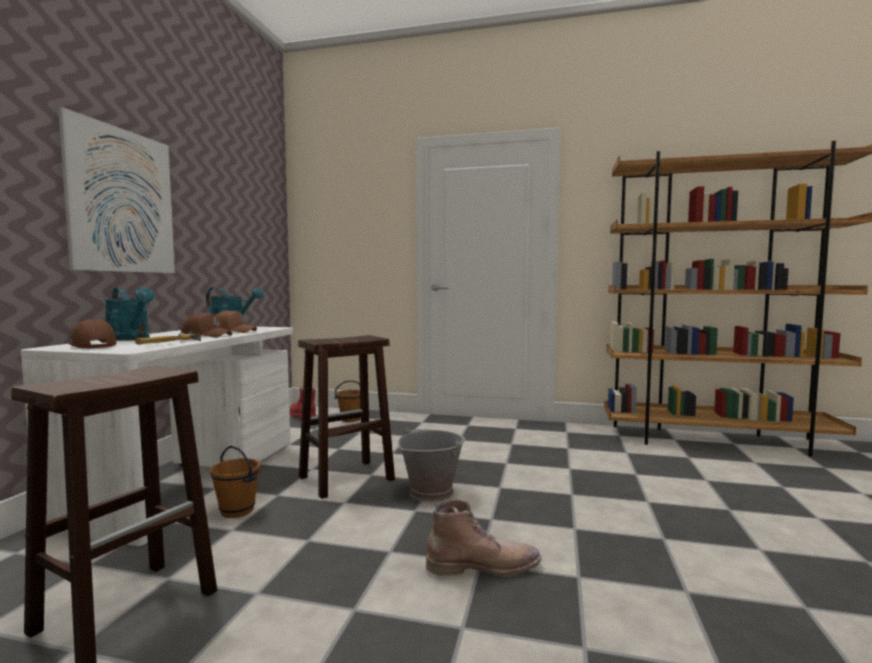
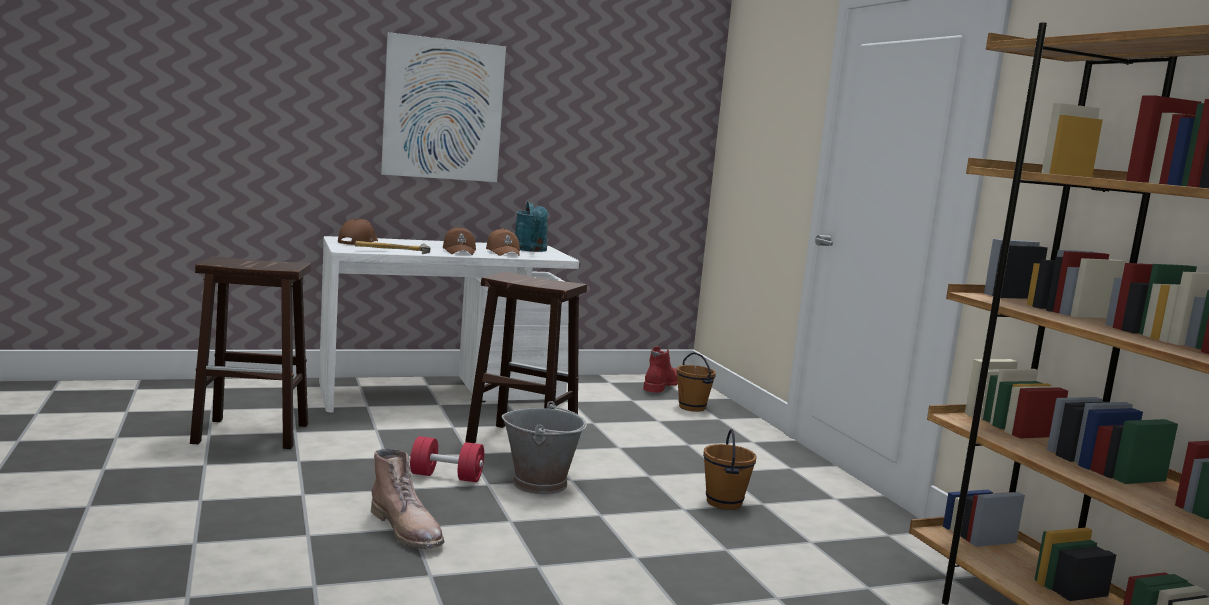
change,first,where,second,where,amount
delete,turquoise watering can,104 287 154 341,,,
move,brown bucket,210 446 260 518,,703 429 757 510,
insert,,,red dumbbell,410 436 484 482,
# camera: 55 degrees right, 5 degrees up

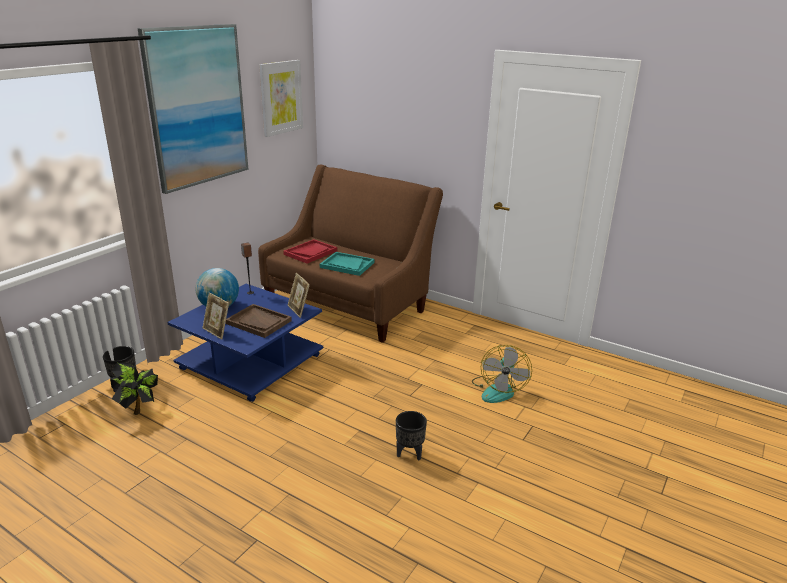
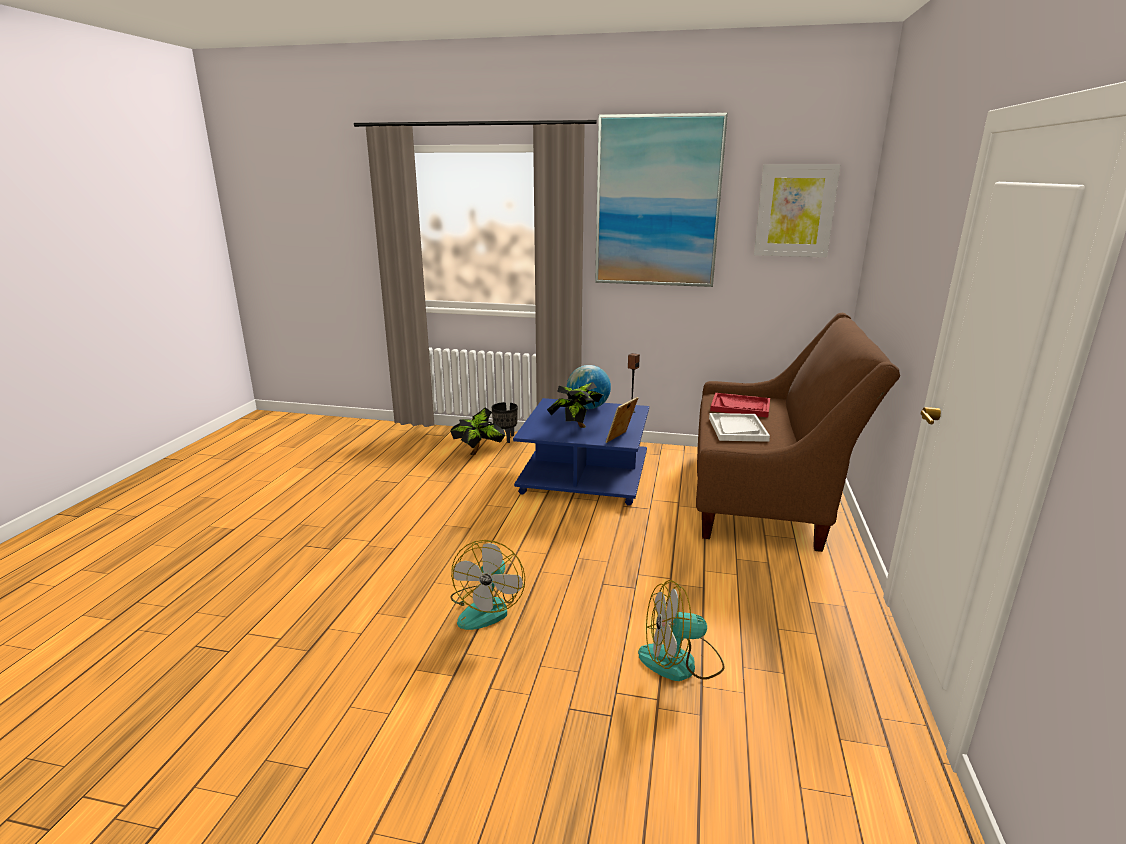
change,first,where,second,where,amount
recolor,turquoise tray,320 252 375 276,white tray,709 413 770 442,
delete,picture frame,203 292 229 340,,,
replace,brown tray,226 304 292 338,potted plant,547 382 605 428,
replace,black planter,396 411 427 460,fan,450 540 525 630,
# camera: 70 degrees right, 5 degrees down

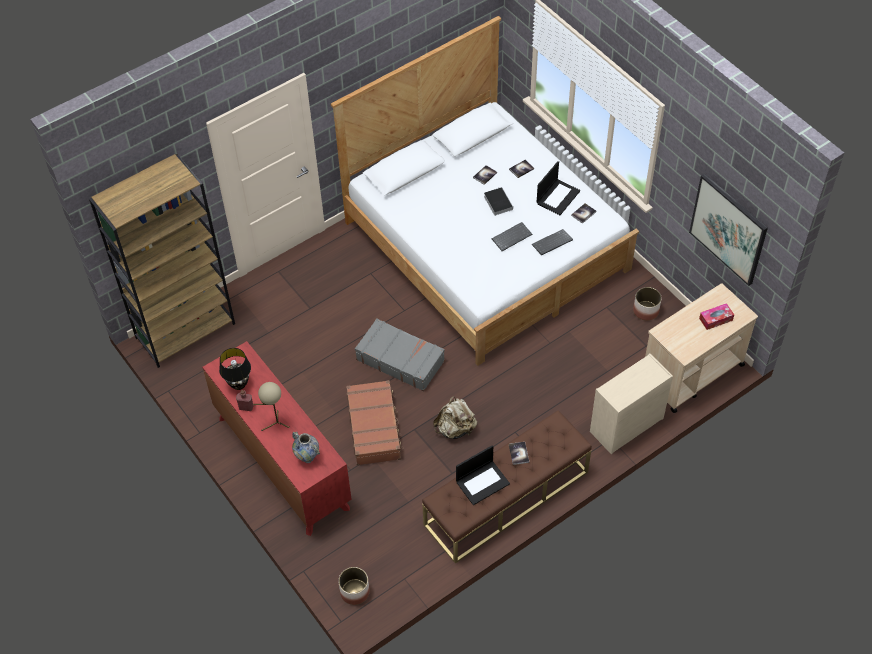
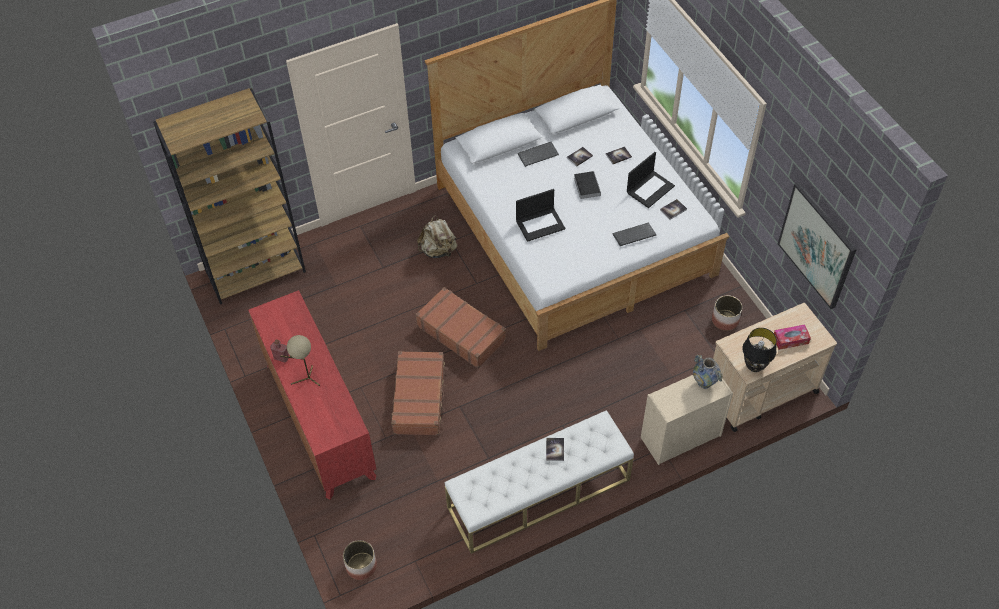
change,first,where,second,where,amount
move,keyboard,492 222 532 251,,518 142 559 167,
recolor,grey suitcase,355 318 445 391,brown suitcase,415 287 506 369,
move,black table lamp,219 348 251 390,,742 328 777 372,
move,beige backpack,433 396 477 439,,417 215 457 258,
recolor,brown bench,422 410 592 563,white bench,444 410 634 554,
move,vase,292 432 320 463,,693 354 723 389,
move,laptop,456 445 510 505,,516 189 565 242,
# camera: 10 degrees right, 0 degrees up

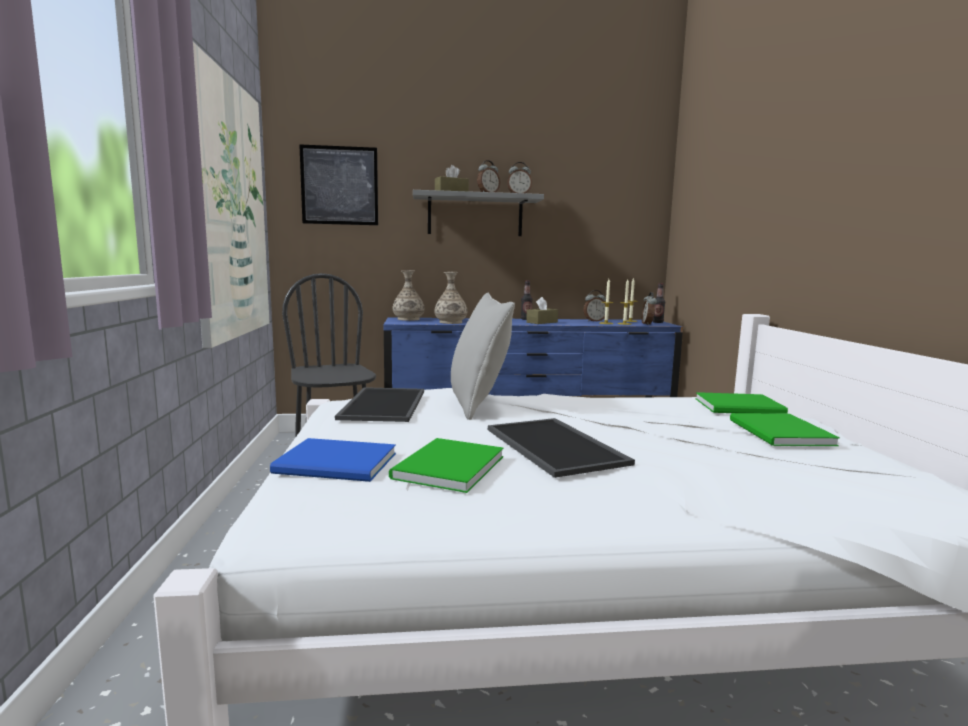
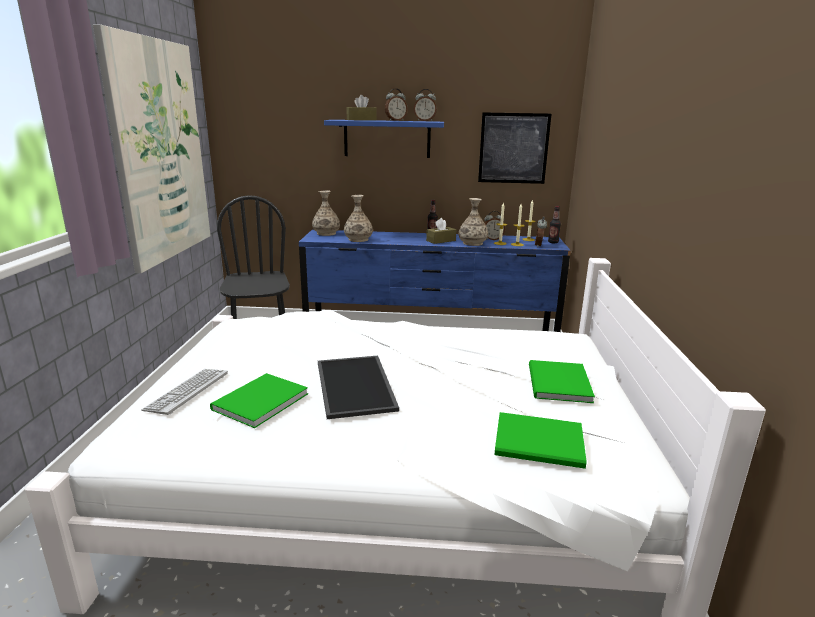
change,first,where,second,where,amount
move,picture,299 144 378 225,,478 112 551 184,
recolor,grey shelf,413 190 544 236,blue shelf,324 120 444 158,
delete,grey pillow,451 292 515 420,,,
delete,tray,335 387 424 422,,,
move,green book,696 392 788 414,,494 412 587 469,
replace,blue book,270 438 396 482,keyboard,141 369 228 415,
insert,,,vase,459 198 488 246,
# camera: 10 degrees right, 10 degrees up

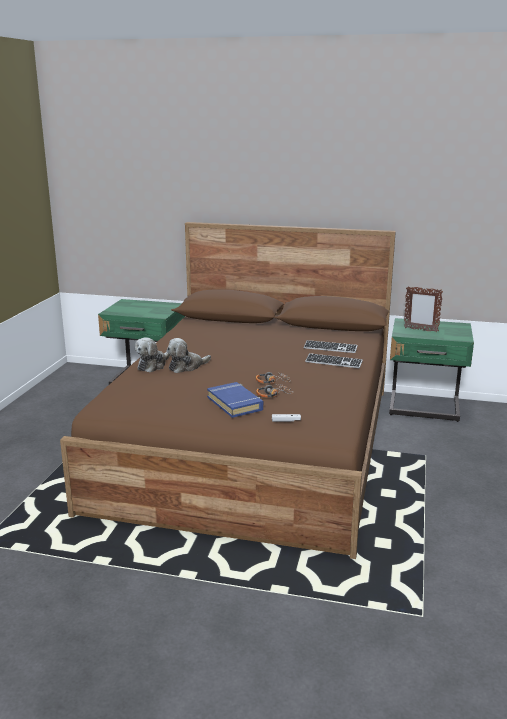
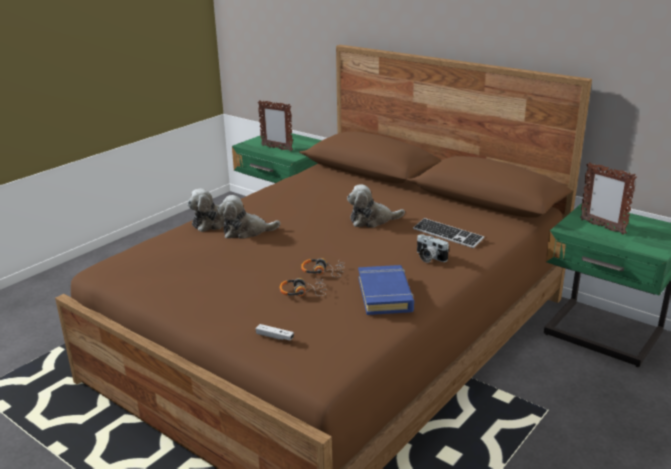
change,first,where,second,where,amount
replace,keyboard,305 353 363 368,photo camera,417 234 449 263,
move,blue book,207 382 263 418,,358 265 414 315,
insert,,,picture frame,258 100 293 151,
insert,,,plush toy,347 184 405 228,
# camera: 25 degrees right, 5 degrees up

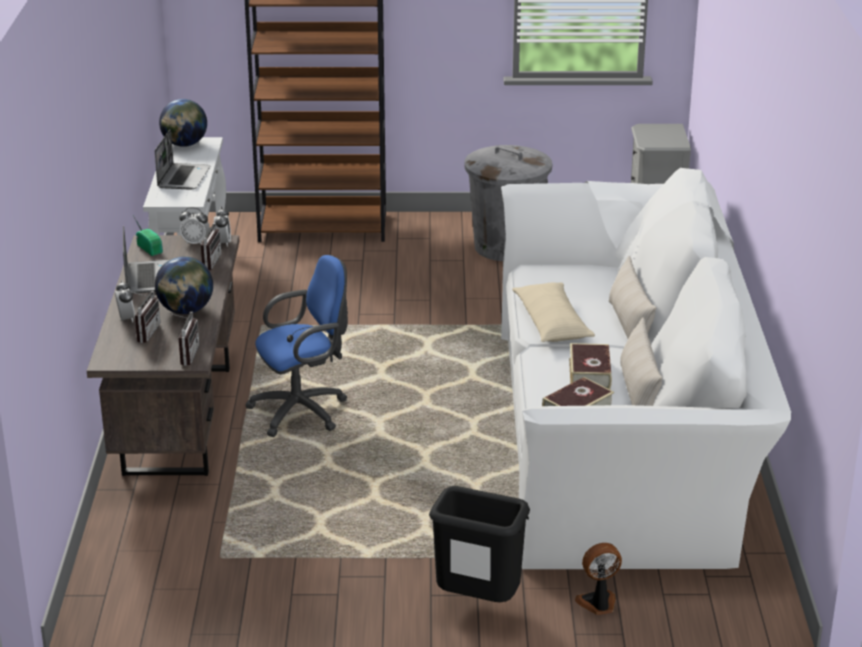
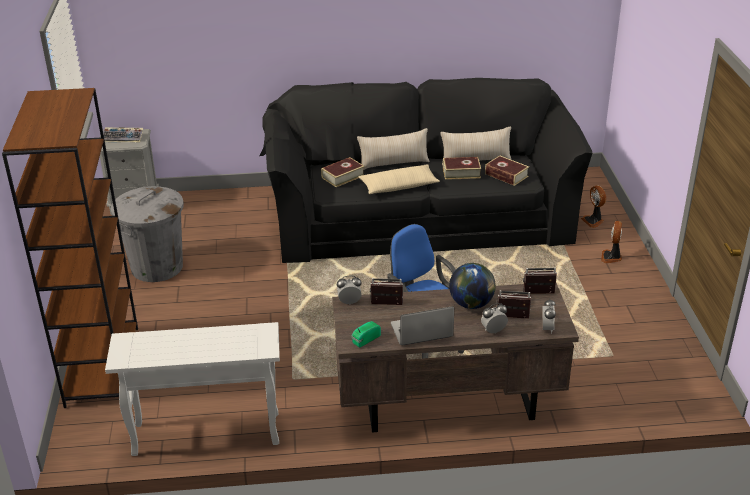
change,first,where,second,where,amount
delete,globe,159 99 207 147,,,
delete,laptop,155 129 210 190,,,
recolor,white sofa,501 168 791 569,black sofa,260 78 592 263,
move,alarm clock,179 207 210 244,,543 299 556 333,
replace,black trash can,429 486 530 602,fan,601 221 622 263,
insert,,,keyboard,103 127 143 142,
insert,,,book,321 157 365 187,
# camera: 95 degrees left, 5 degrees up

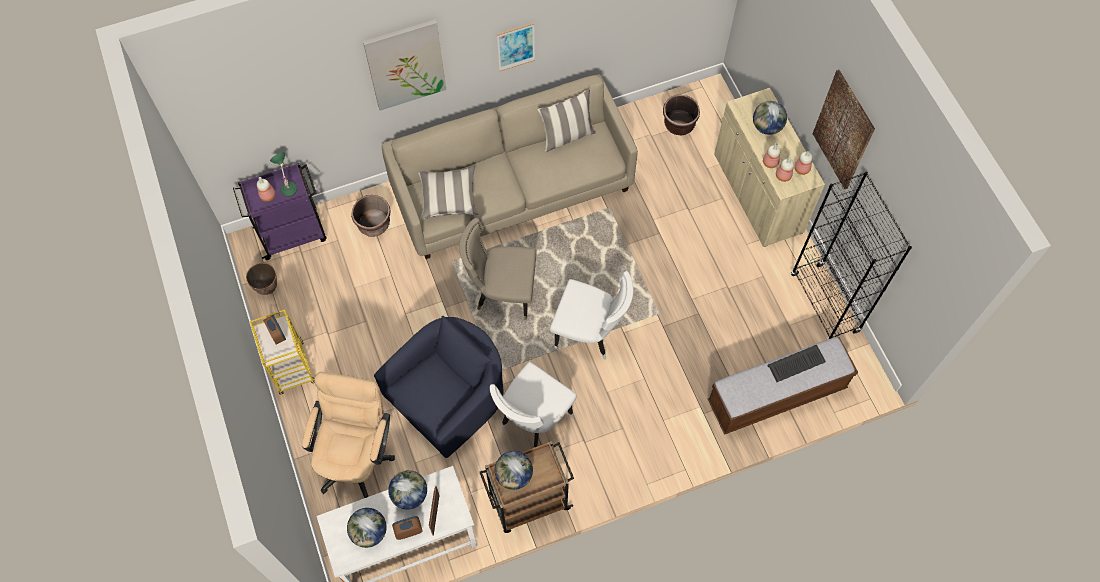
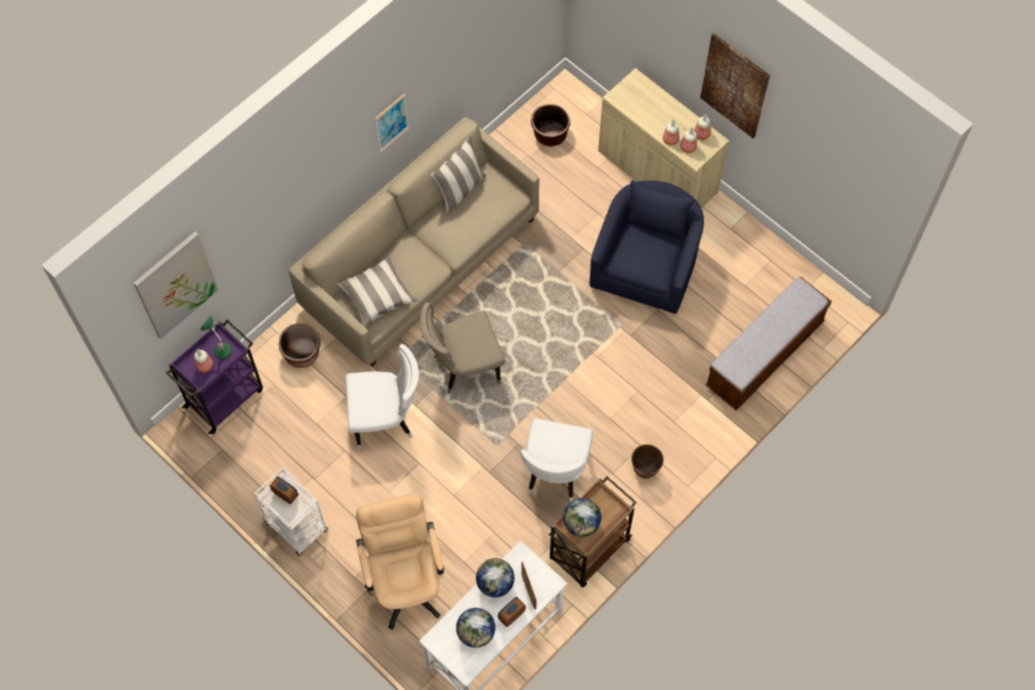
change,first,where,second,where,amount
move,picture,363 19 446 111,,133 231 218 339,
delete,globe,753 101 787 135,,,
delete,black bookcase,791 172 912 340,,,
move,planter,246 263 277 295,,631 444 664 479,
move,white chair,550 271 633 360,,346 344 419 449,
recolor,yellow cart,250 310 314 395,white cart,255 467 328 556,
move,blue armchair,374 316 504 458,,590 180 704 314,
delete,keyboard,768 345 826 382,,,
# camera: 25 degrees left, 0 degrees up

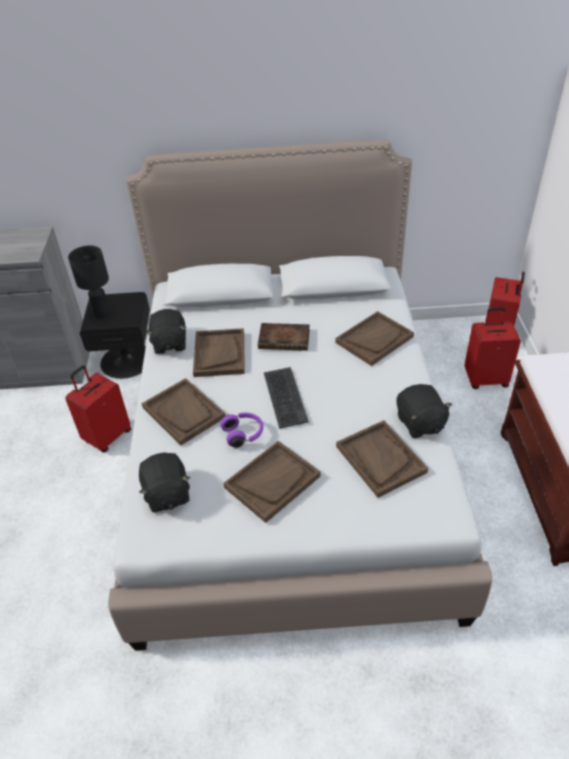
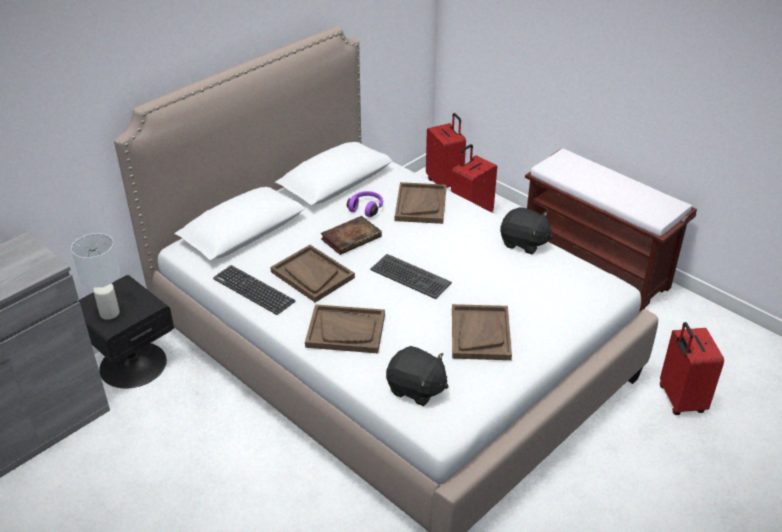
change,first,where,second,where,amount
recolor,black table lamp,68 246 110 318,white table lamp,71 233 120 320,
replace,black plush toy,146 309 186 354,keyboard,213 265 295 315,
move,red suitcase,65 365 131 452,,660 322 724 415,
move,purple headphones,220 413 263 448,,347 191 383 217,
delete,brown tray,336 420 428 498,,,
# camera: 45 degrees left, 5 degrees down

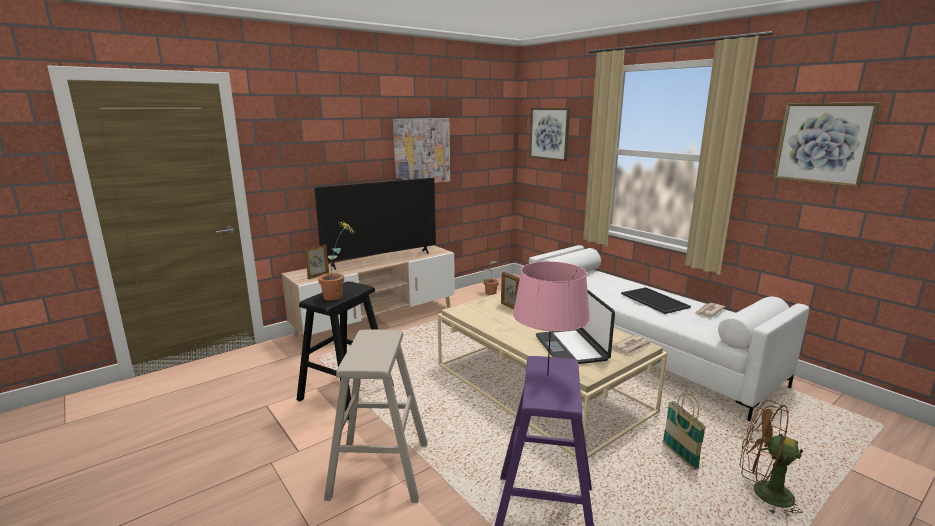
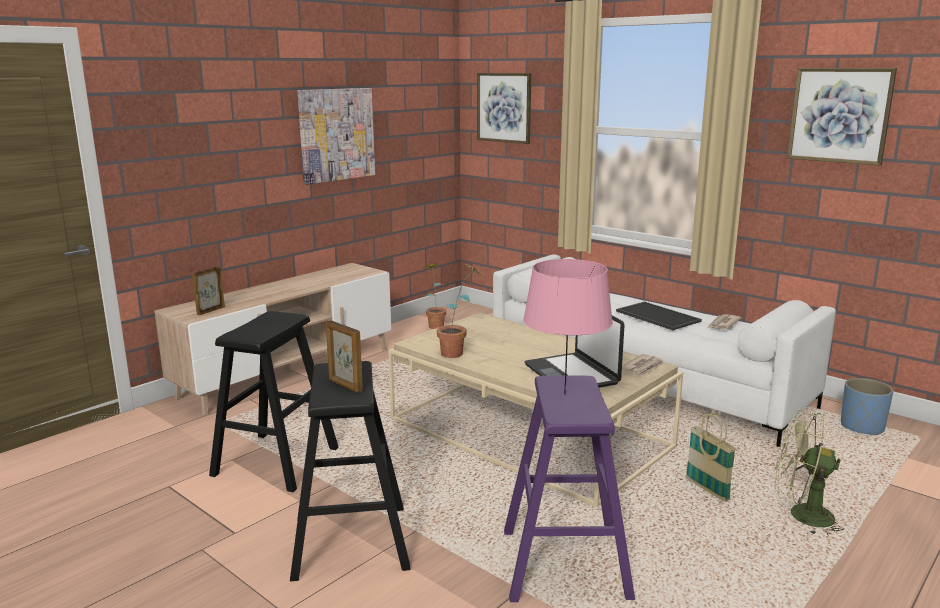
change,first,where,second,where,amount
delete,television,314 178 436 270,,,
move,potted plant,318 222 355 301,,437 263 481 358,
move,picture frame,501 272 520 309,,326 320 363 393,
recolor,beige stool,324 329 428 503,black stool,290 361 411 581,
recolor,brown fan,740 400 804 517,green fan,774 409 845 536,
insert,,,blue planter,841 378 894 435,
# camera: 10 degrees left, 0 degrees up

